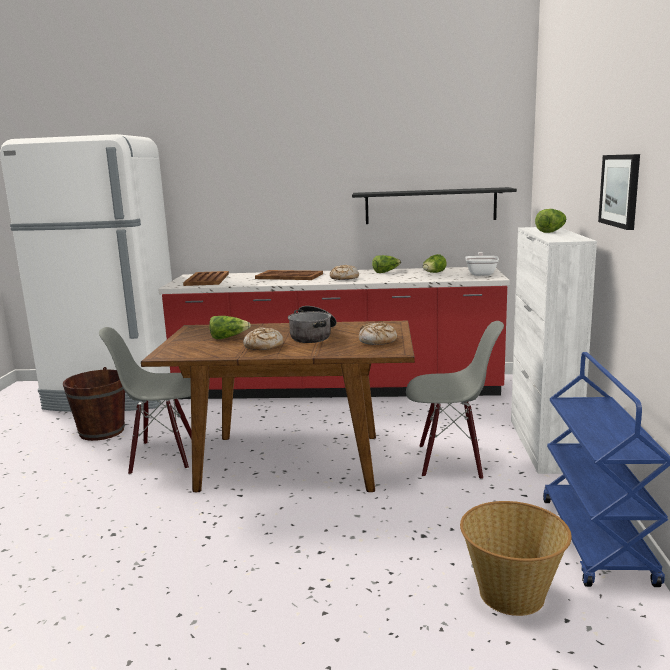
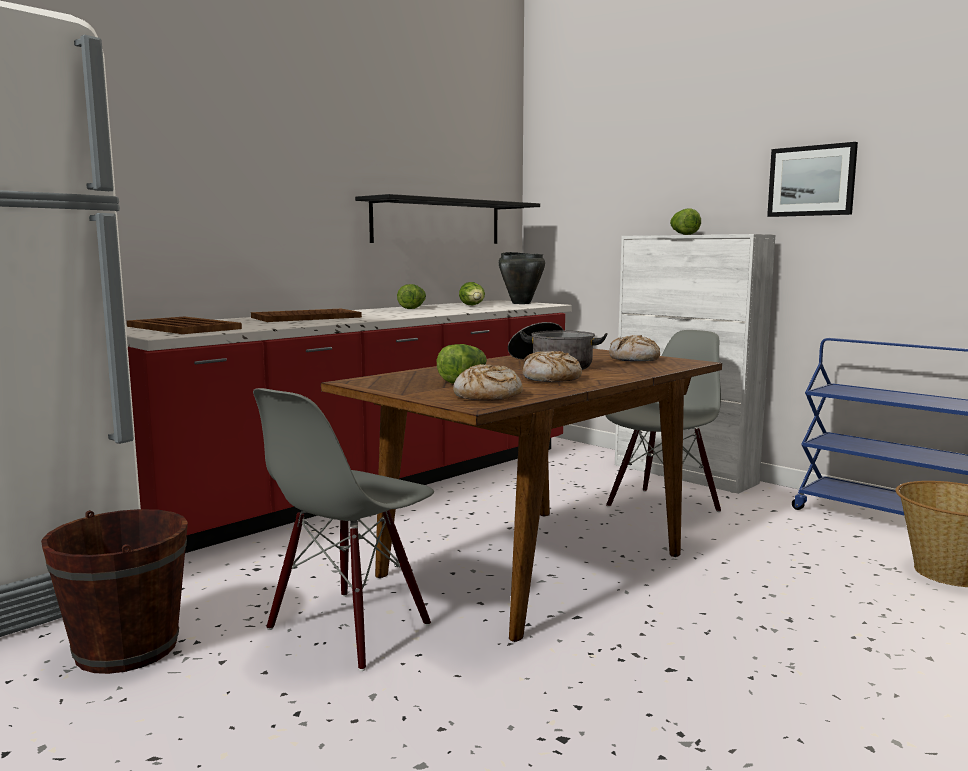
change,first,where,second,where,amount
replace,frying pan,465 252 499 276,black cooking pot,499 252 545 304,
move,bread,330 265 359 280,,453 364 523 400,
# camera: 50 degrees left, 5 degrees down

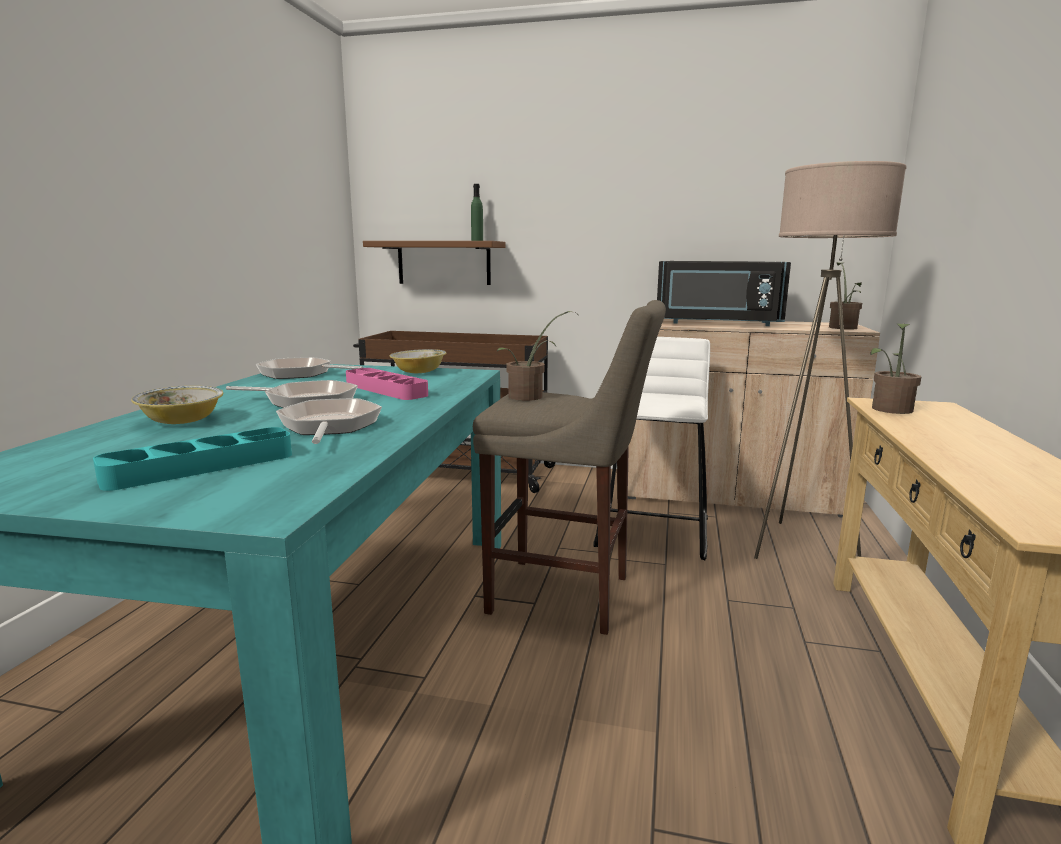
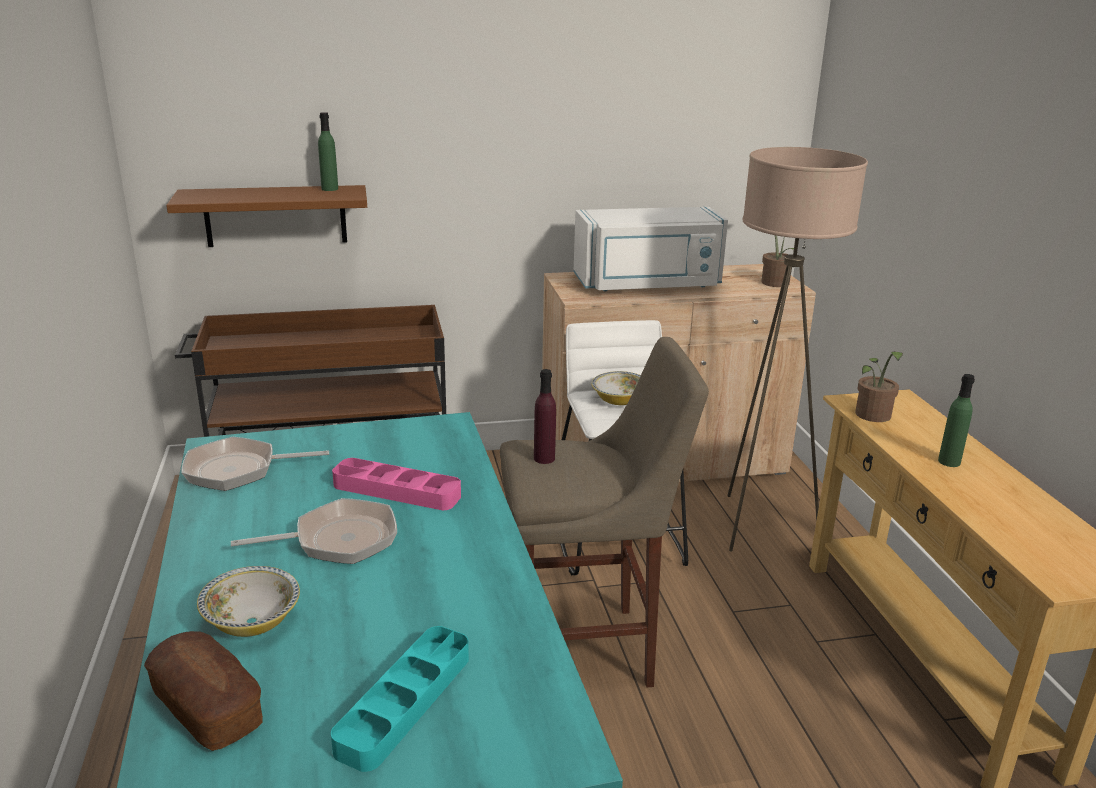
change,first,where,second,where,amount
recolor,black microwave,657 261 791 326,white microwave,574 207 728 291,
replace,potted plant,497 311 577 401,purple bottle,534 369 556 464,
move,bowl,390 349 446 373,,591 371 641 405,
delete,frying pan,276 398 382 444,,,
insert,,,green bottle,938 374 975 467,
insert,,,bread,144 631 263 751,
# camera: 25 degrees left, 10 degrees up

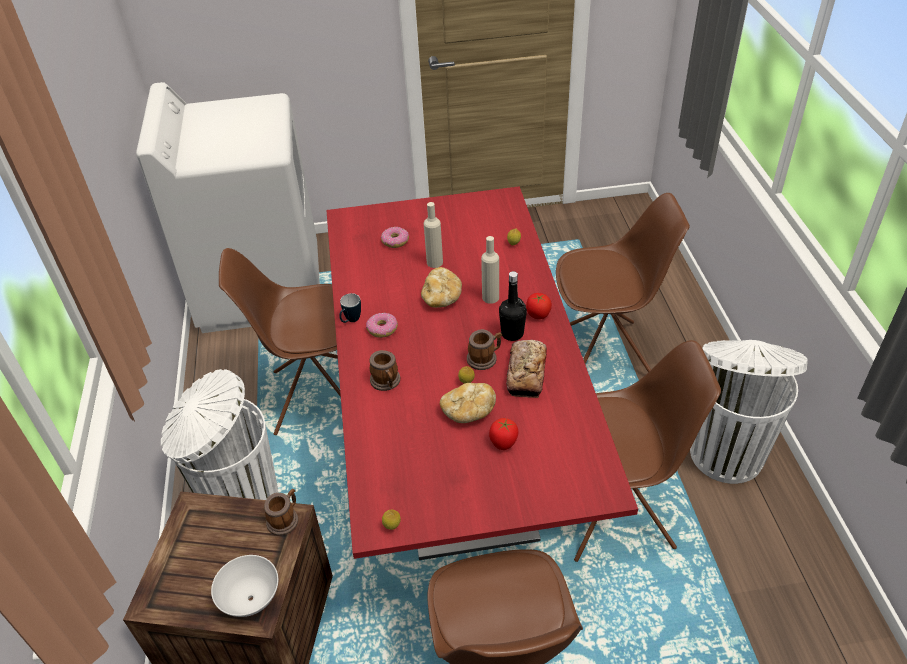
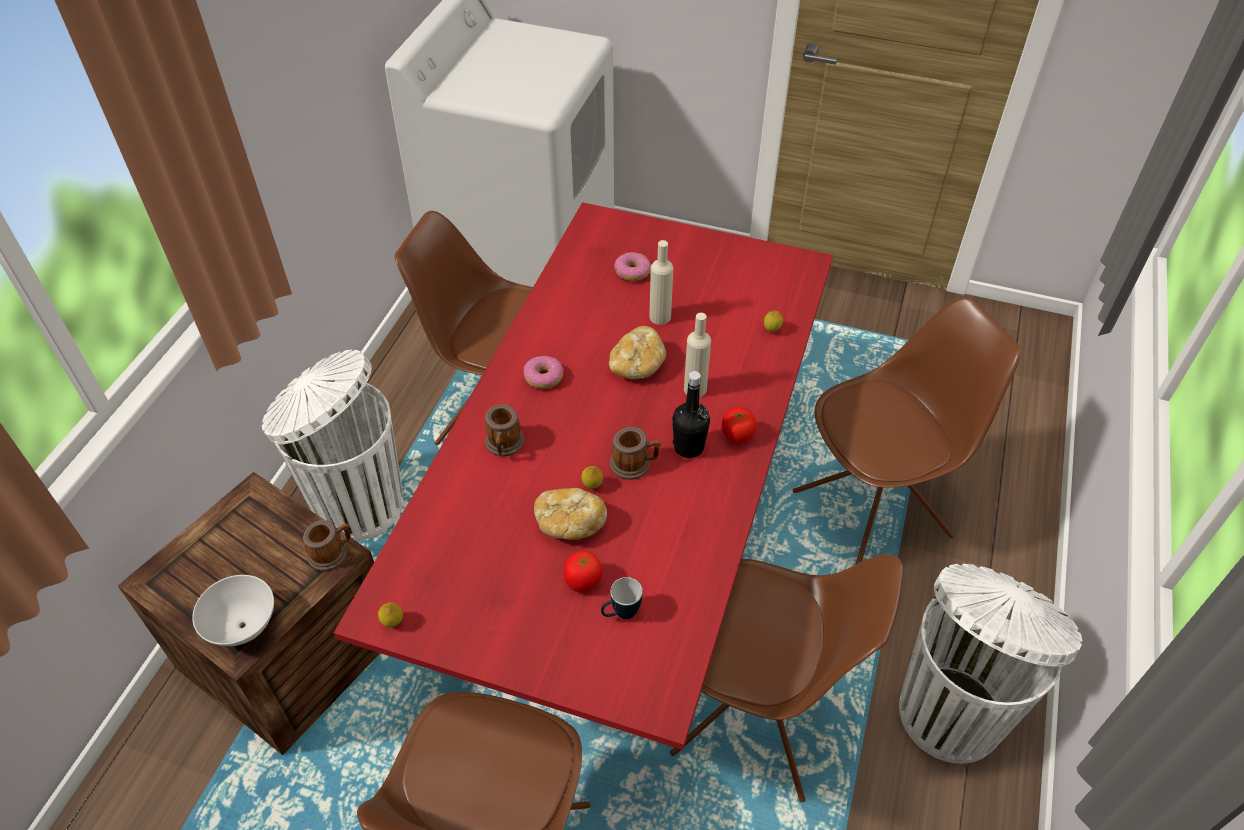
change,first,where,second,where,amount
rotate,brown chair,556 193 690 372,,793 297 1021 565,45 degrees counterclockwise
move,mug,339 293 361 323,,601 577 643 619,
delete,bread,506 340 547 398,,,
# camera: 25 degrees right, 5 degrees up

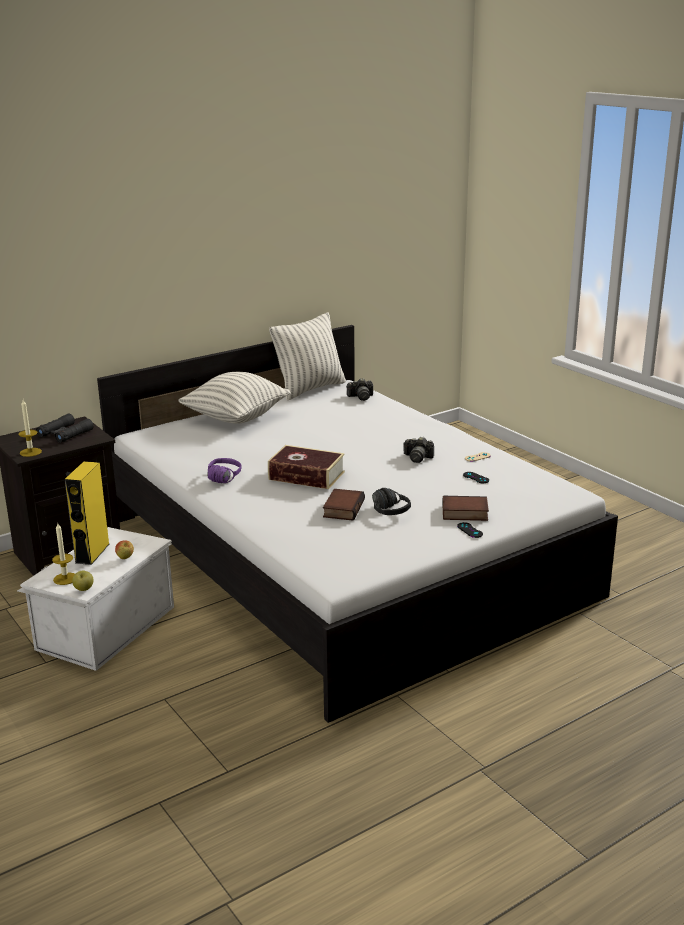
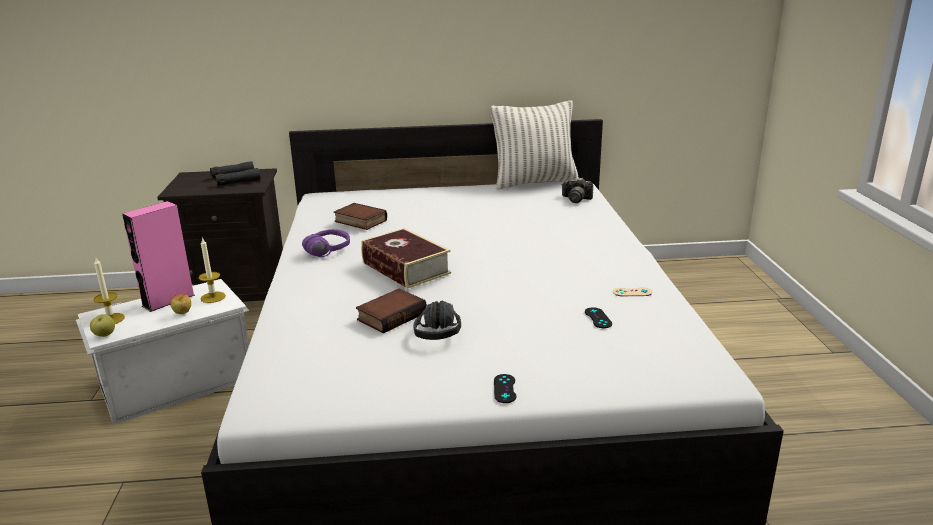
change,first,where,second,where,amount
delete,pillow,178 372 291 424,,,
move,candle,19 400 42 457,,198 237 226 303,
delete,photo camera,403 437 434 463,,,
recolor,yellow speaker,65 461 109 565,pink speaker,122 201 195 312,
move,book,442 496 489 521,,334 203 387 230,
# camera: 30 degrees right, 0 degrees up

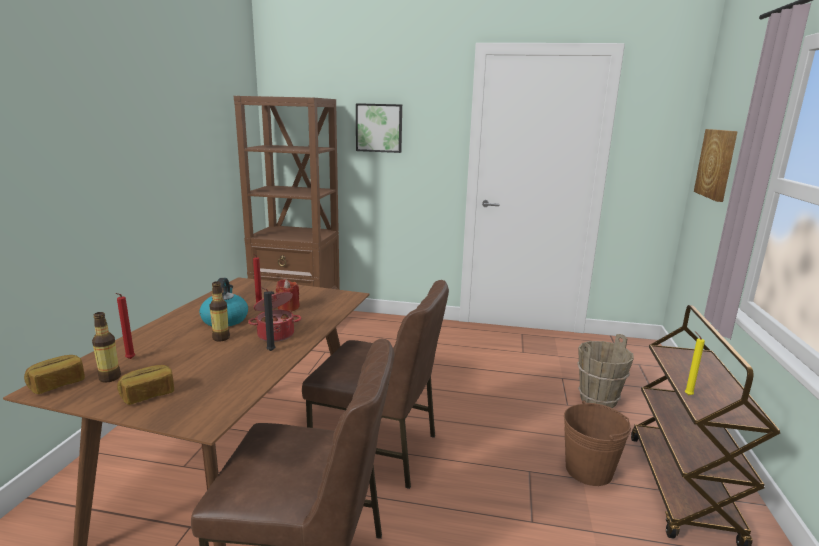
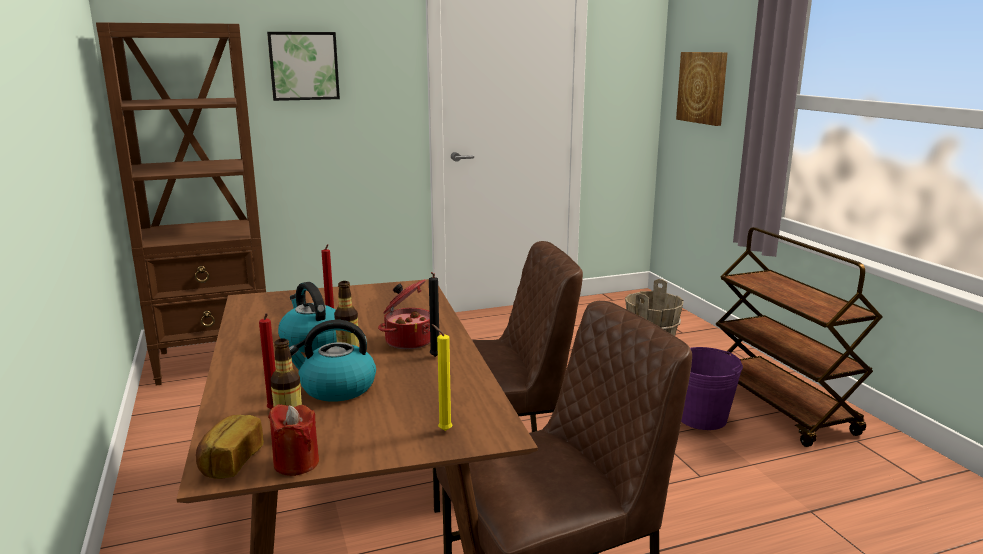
change,first,where,second,where,amount
move,red candle,276 279 300 312,,268 404 319 476,
move,yellow candle,685 331 705 395,,432 324 452 431,
delete,bread,117 365 174 405,,,
recolor,brown bucket,564 400 631 486,purple bucket,681 347 743 430,
insert,,,kettle,289 320 376 402,
# camera: 30 degrees left, 0 degrees up

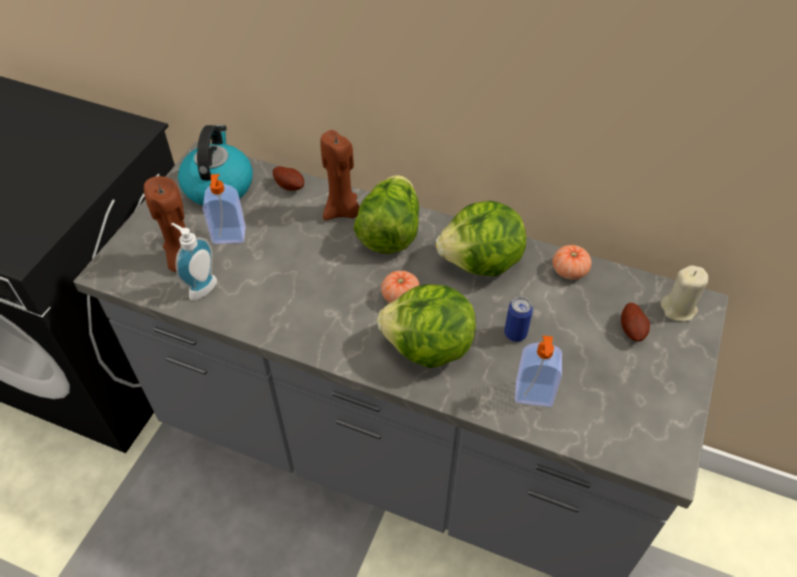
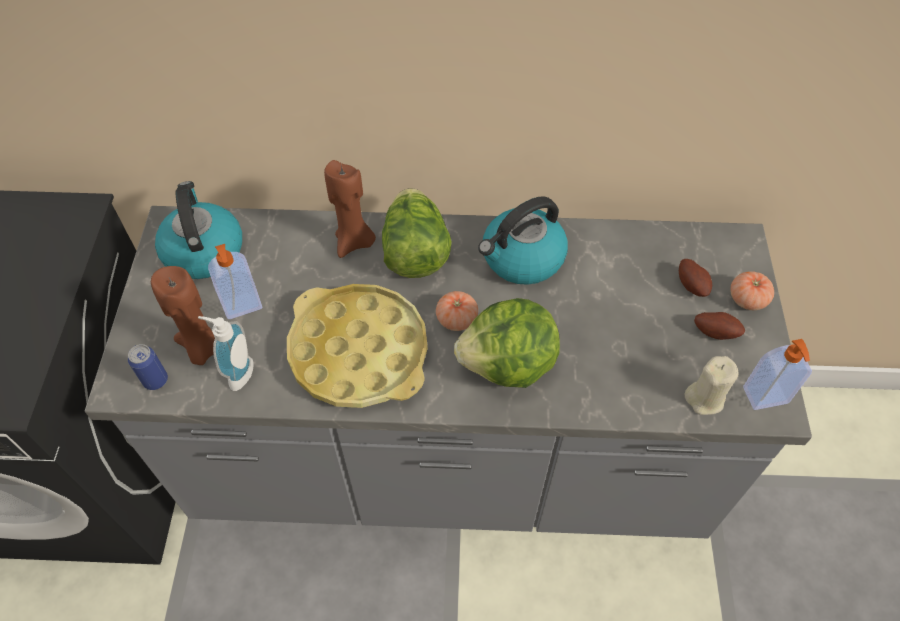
change,first,where,second,where,amount
move,potato,273 166 304 191,,694 312 745 340,
replace,lettuce,436 201 526 276,kettle,478 196 568 285,
move,tomato,553 245 591 280,,730 271 774 310,
move,beige candle,661 266 708 322,,685 356 739 415,
move,can,504 297 533 342,,128 344 168 390,
move,soap dispenser,515 336 562 407,,743 339 812 410,
insert,,,yellow tray,287 284 428 408,
# camera: 20 degrees left, 5 degrees up

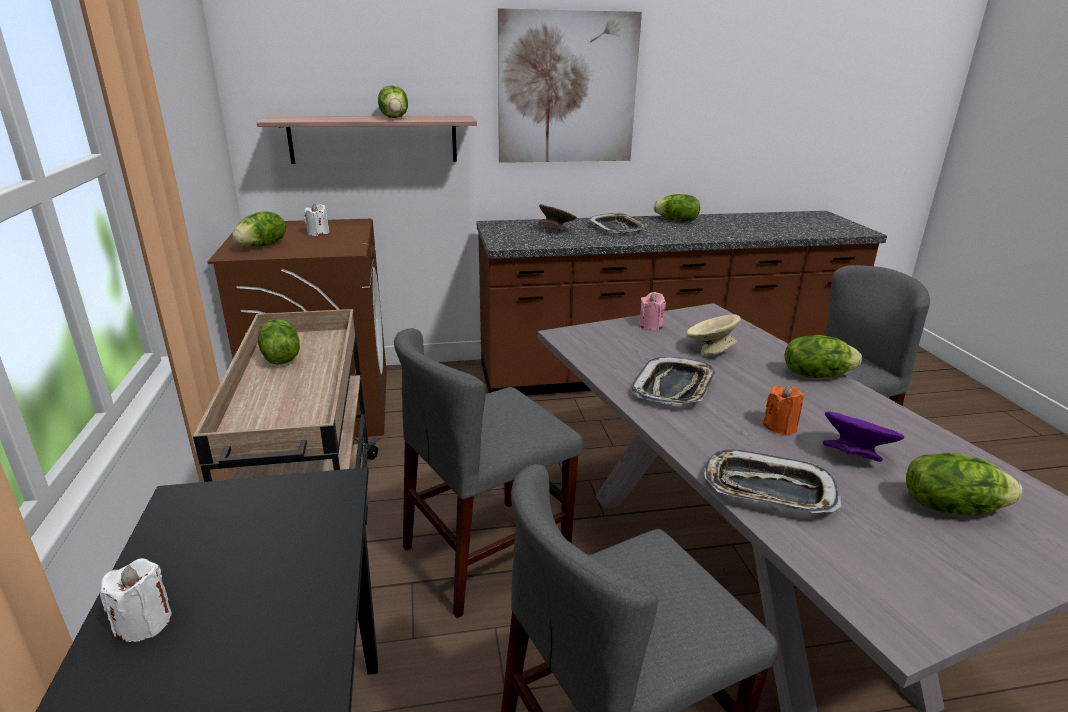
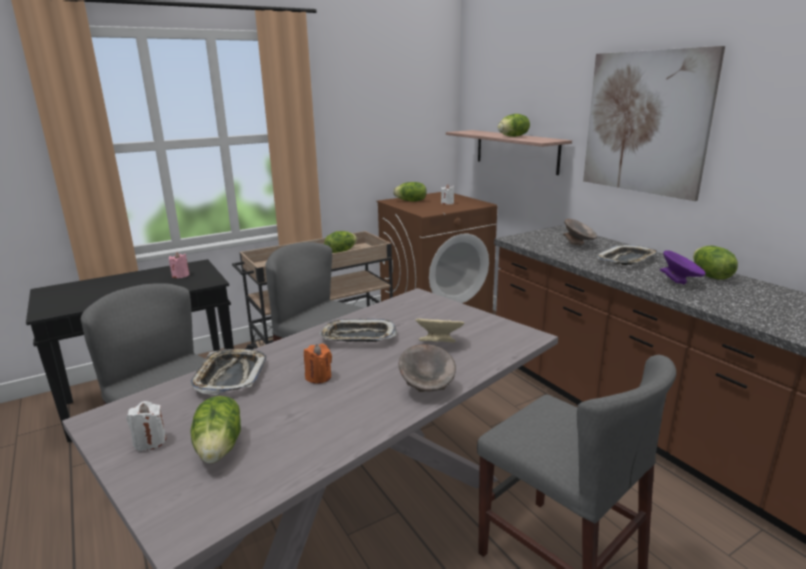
change,first,where,second,where,amount
move,pink candle,639 292 666 330,,169 252 190 278,
replace,lettuce,785 335 862 378,grey bowl,399 344 456 392,
move,purple bowl,823 411 904 462,,660 250 706 284,
move,white candle,100 558 172 642,,126 401 166 451,
# camera: 70 degrees right, 5 degrees down

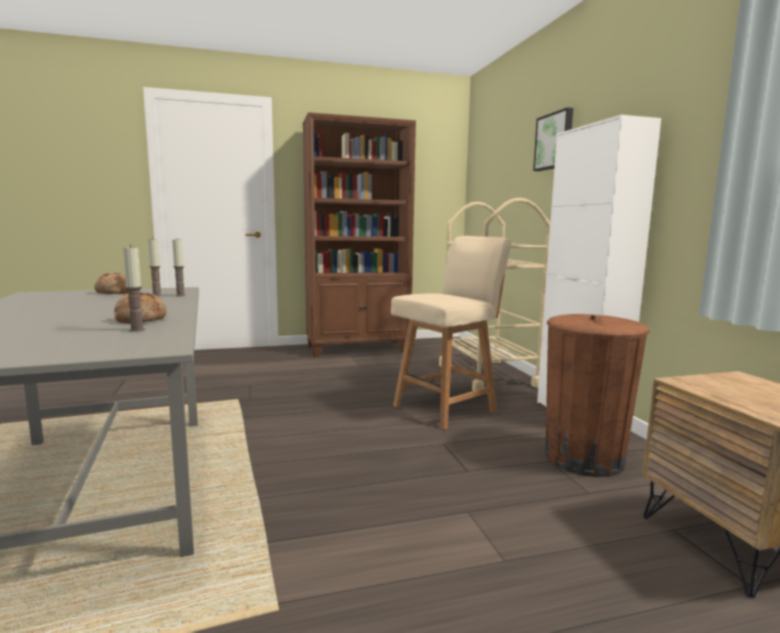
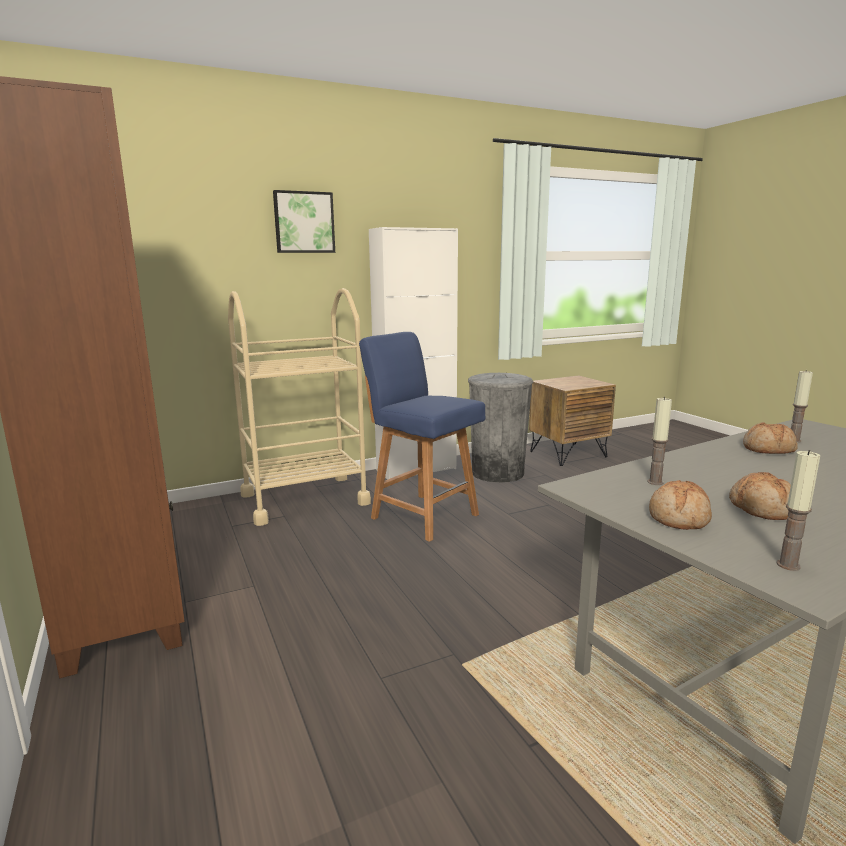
change,first,where,second,where,amount
recolor,beige chair,391 236 511 429,blue chair,359 332 485 542,
move,candle,172 239 186 296,,777 450 820 571,
recolor,brown trash can,545 314 649 477,grey trash can,468 373 533 483,
insert,,,bread,729 472 791 520,
# camera: 100 degrees left, 5 degrees up

